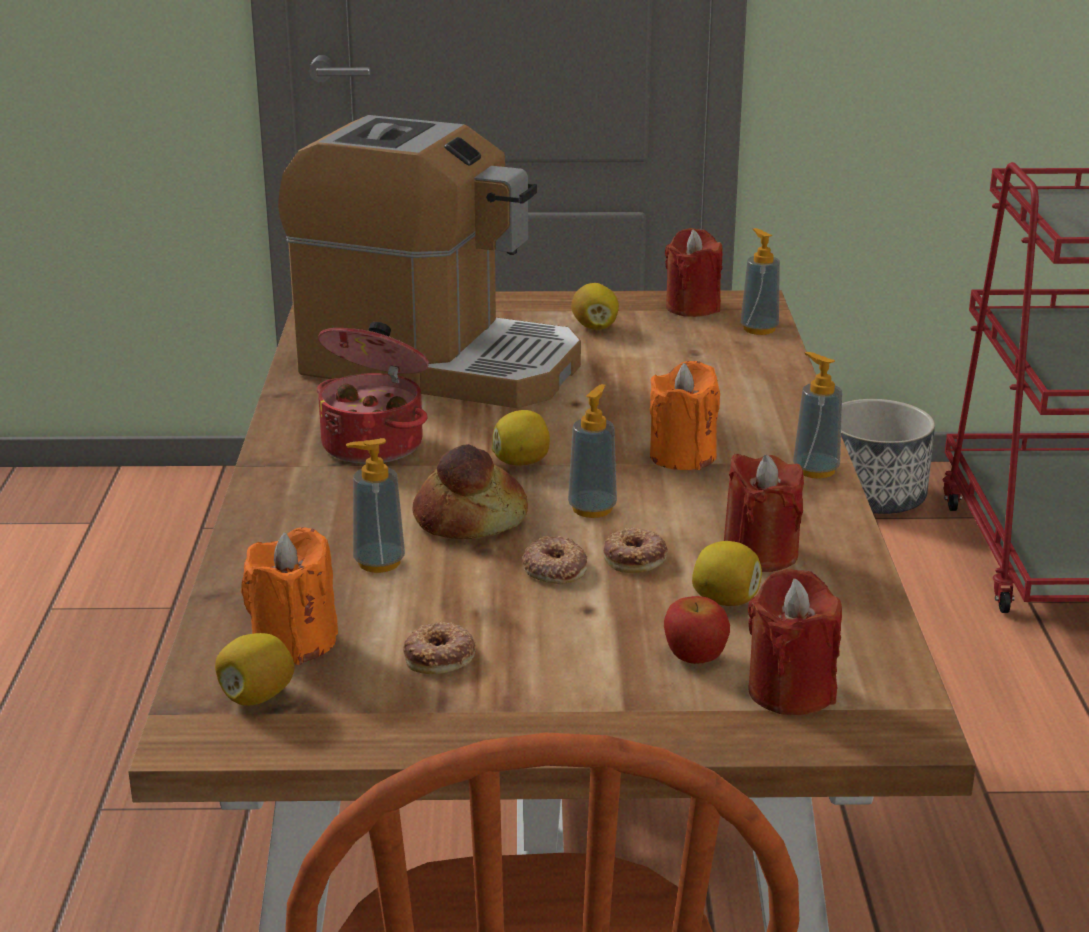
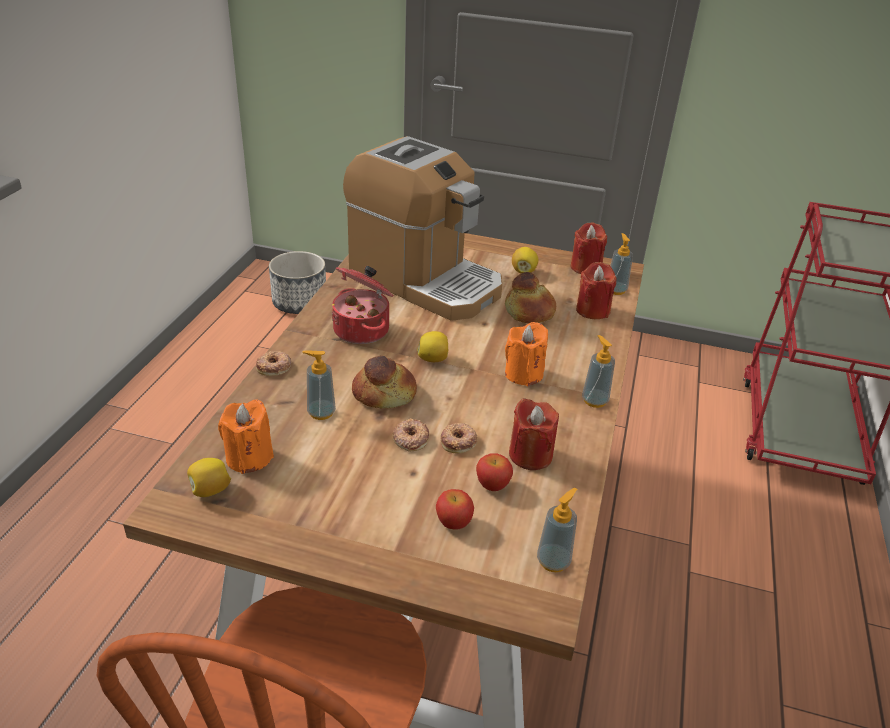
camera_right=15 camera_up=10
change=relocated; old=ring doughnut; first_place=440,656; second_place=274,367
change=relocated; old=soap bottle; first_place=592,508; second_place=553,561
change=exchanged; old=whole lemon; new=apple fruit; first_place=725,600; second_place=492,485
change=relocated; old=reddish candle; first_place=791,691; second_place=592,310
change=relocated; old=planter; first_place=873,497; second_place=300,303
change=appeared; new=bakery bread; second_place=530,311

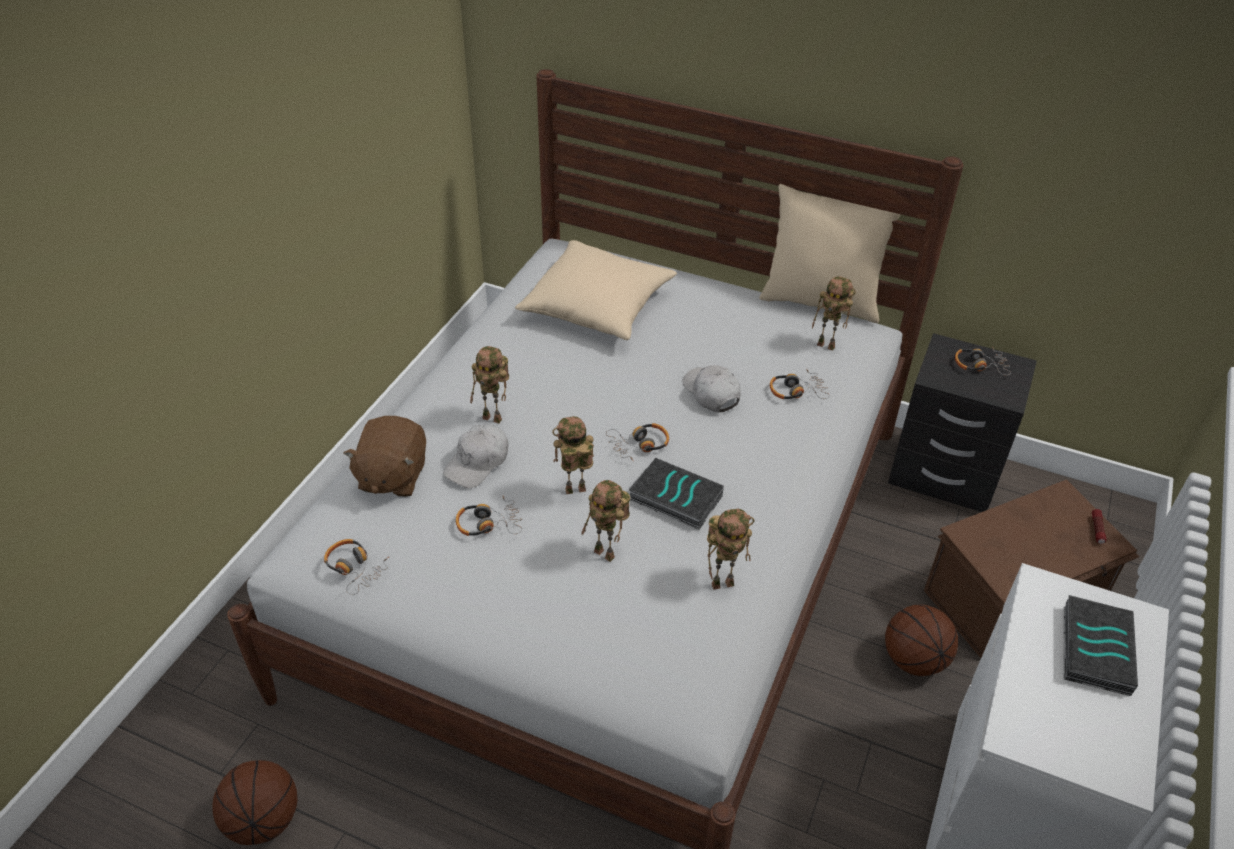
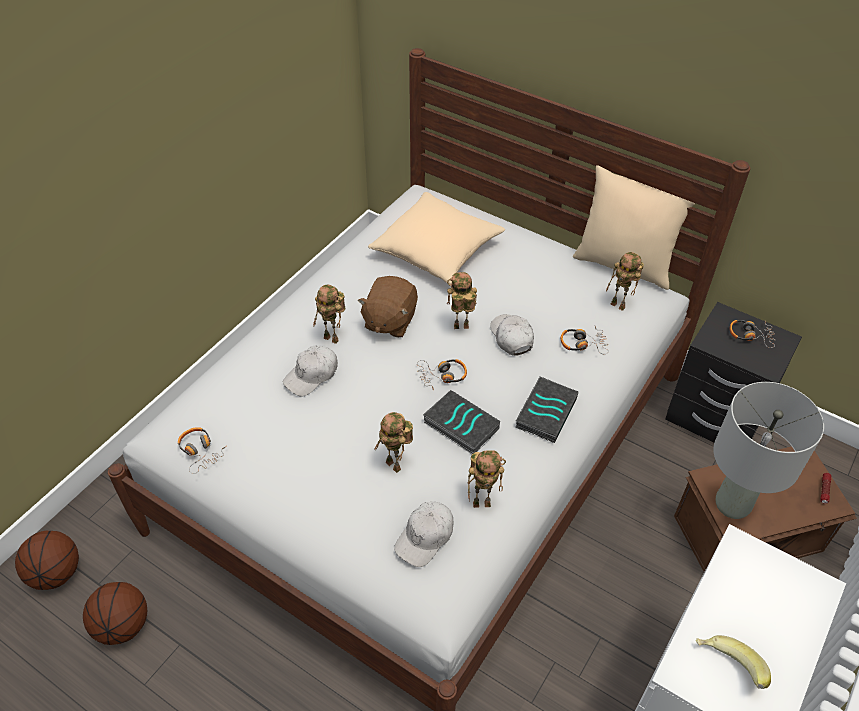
camera_right=10 camera_up=5
change=relocated; old=brown-coloured soft toy; first_place=392,476; second_place=389,321
change=missing; old=headphones; first_place=489,523
change=relocated; old=model robot; first_place=574,492; second_place=460,328
change=relocated; old=basketball; first_place=913,659; second_place=56,573
change=relocated; old=volume; first_place=1093,648; second_place=545,412
change=appeared; new=white cap; second_place=425,537
change=appeared; new=banana; second_place=727,668
change=appeared; new=gray table lamp; second_place=732,504

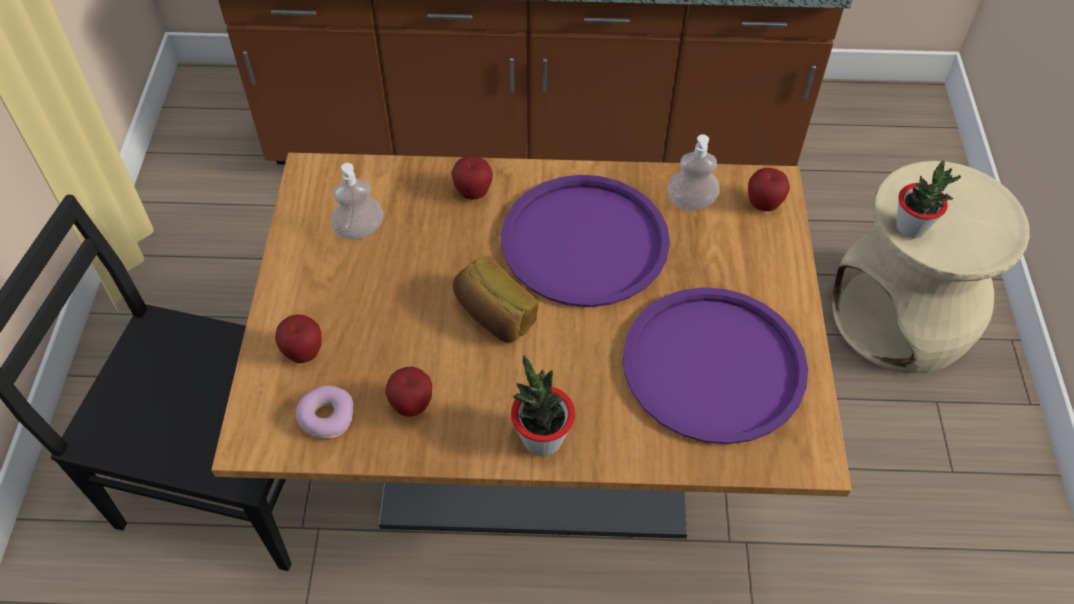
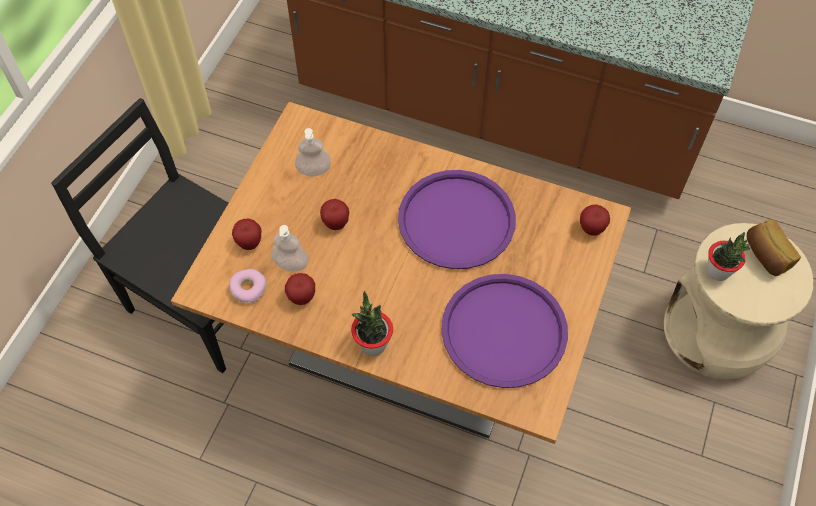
camera_right=20 camera_up=5
change=relocated; old=apple fruit; first_place=473,193; second_place=336,223
change=relocated; old=bakery bread; first_place=494,315; second_place=766,256
change=relocated; old=soap bottle; first_place=691,202; second_place=291,264

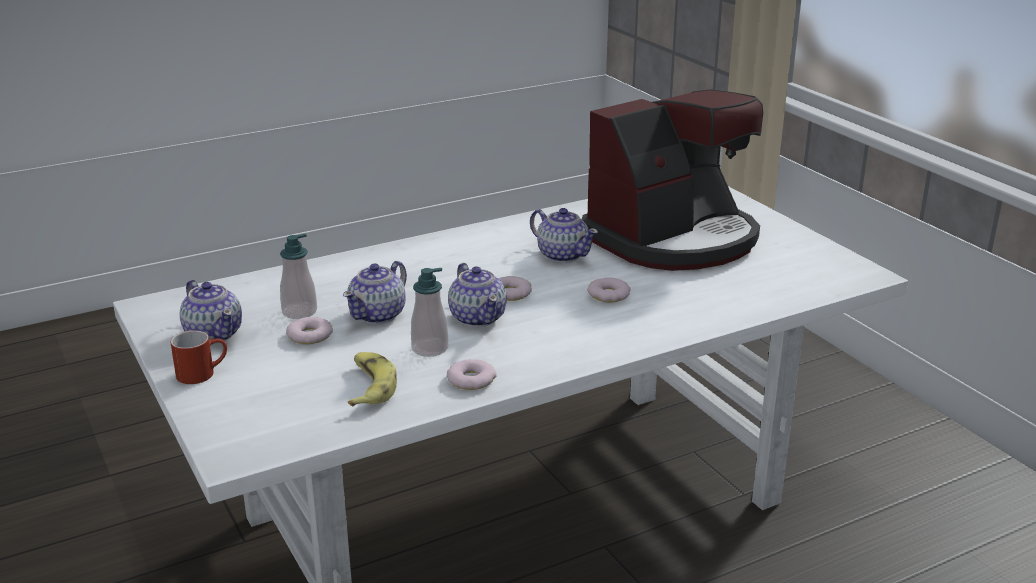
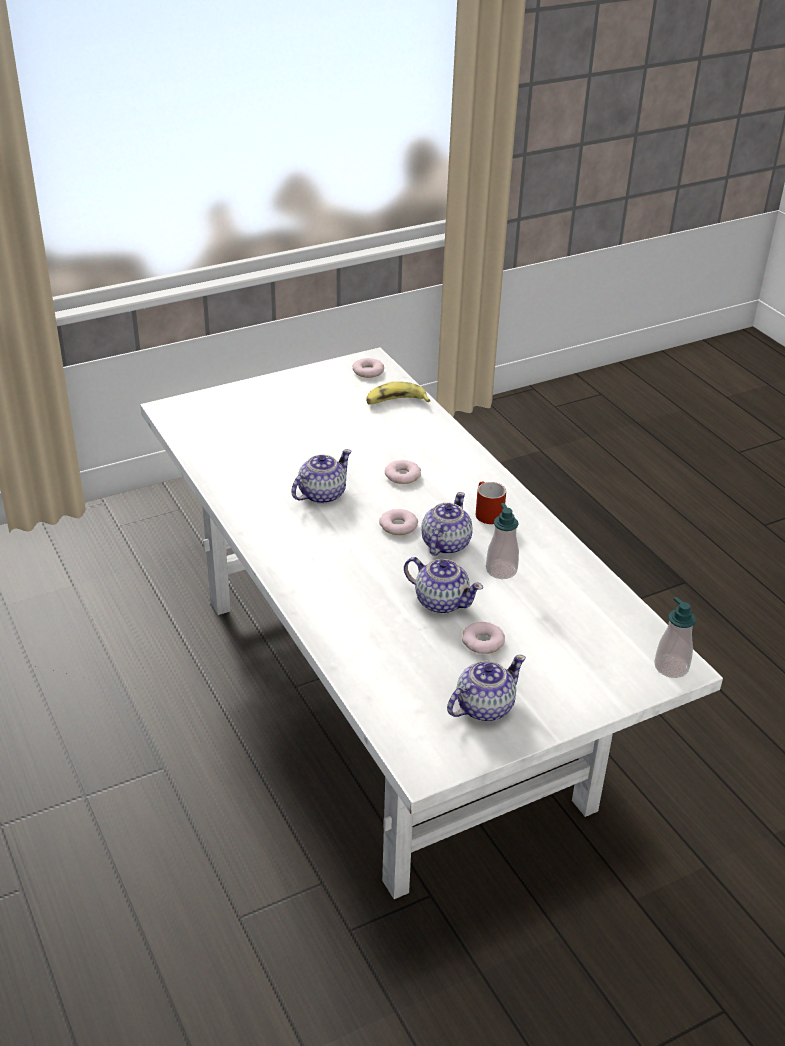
camera_right=-90 camera_up=10
change=relocated; old=reddish tea mug; first_place=202,372; second_place=486,512
change=relocated; old=soap bottle; first_place=299,312; second_place=671,667
change=relocated; old=banana; first_place=369,387; second_place=395,402
change=relocated; old=ring doughnut; first_place=471,379; second_place=368,371
change=spun; old=tea pot; first_place=478,317; second_place=445,544; degrees=-45
change=missing; old=coffee brewer; first_place=674,239

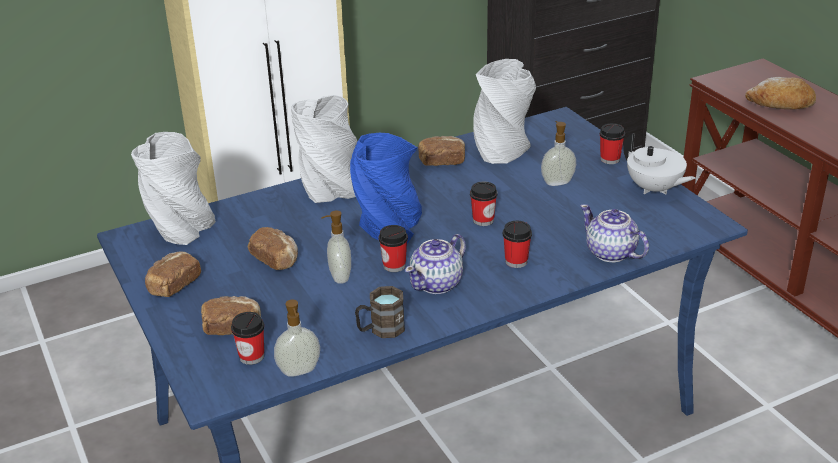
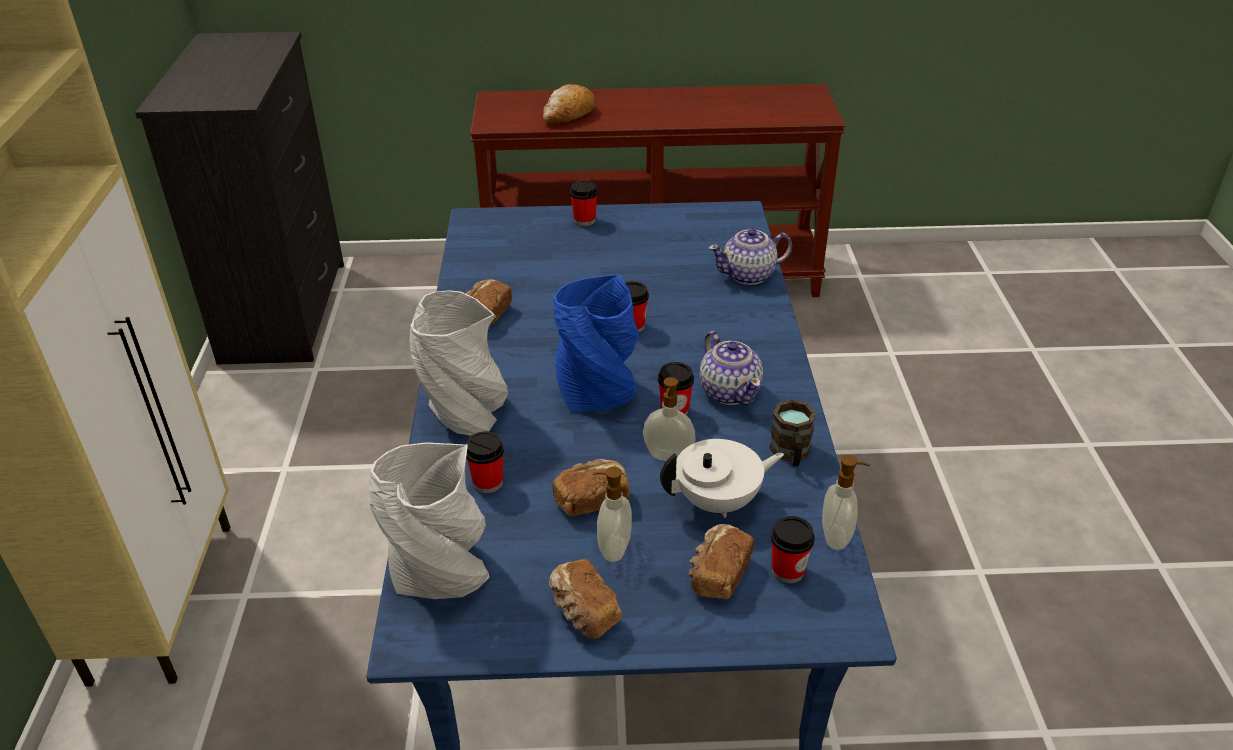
camera_right=-65 camera_up=5
change=missing; old=gray vase; first_place=501,149
change=relocated; old=small cup; first_place=516,261; second_place=488,483
change=relocated; old=soap bottle; first_place=557,182; second_place=613,548
change=relocated; old=white tea pot; first_place=654,189; second_place=719,502

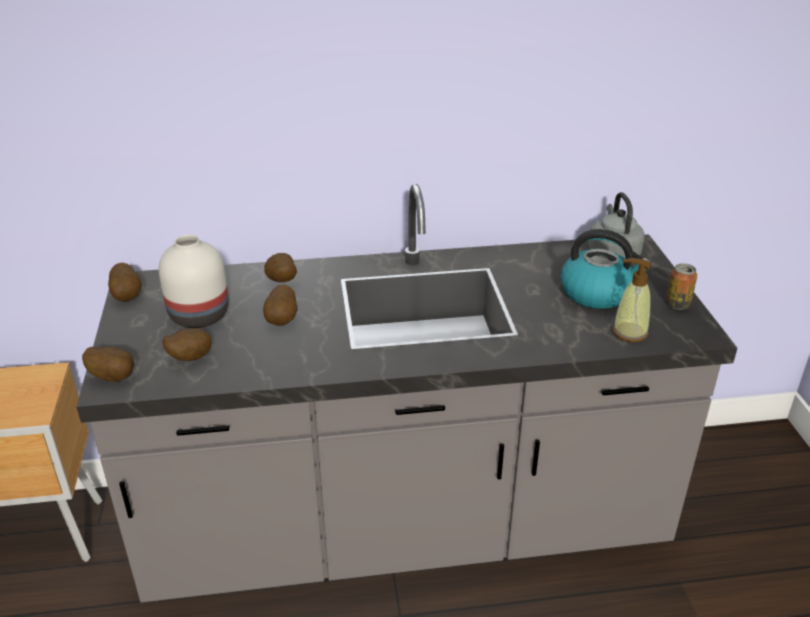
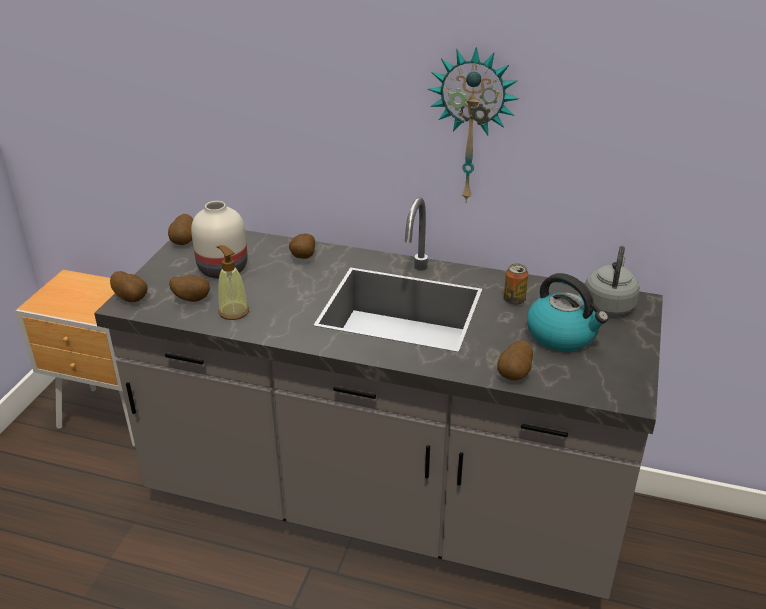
camera_right=25 camera_up=0
change=relocated; old=potato; first_place=283,320; second_place=515,375
change=relocated; old=soap bottle; first_place=629,332; second_place=233,311
change=relocated; old=metal can; first_place=677,304; second_place=514,300
change=appeared; new=hanging clock; second_place=472,126

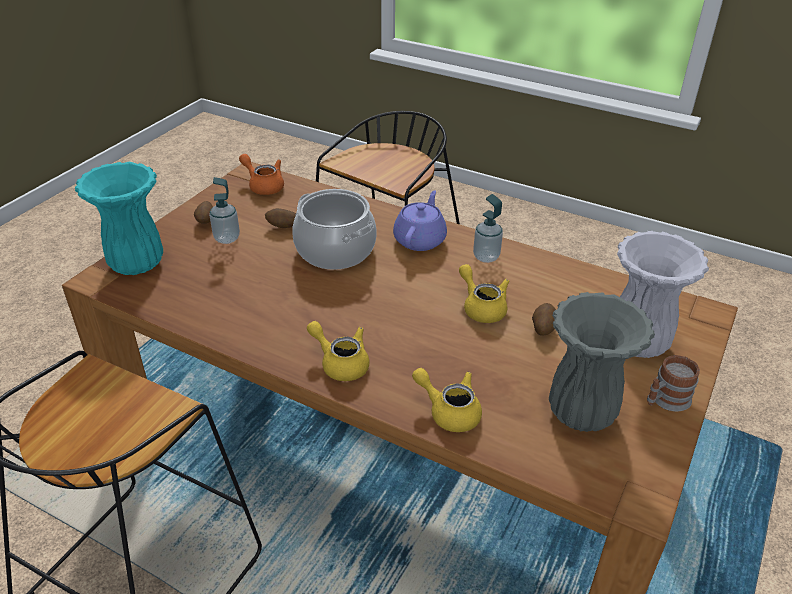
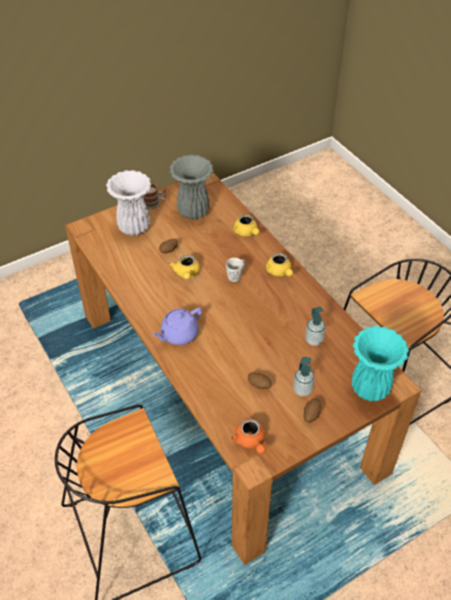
camera_right=-150 camera_up=10
change=missing; old=cooking pot; first_place=334,250
change=relocated; old=soap bottle; first_place=486,257; second_place=314,340
change=appeared; new=white tea mug; second_place=236,276

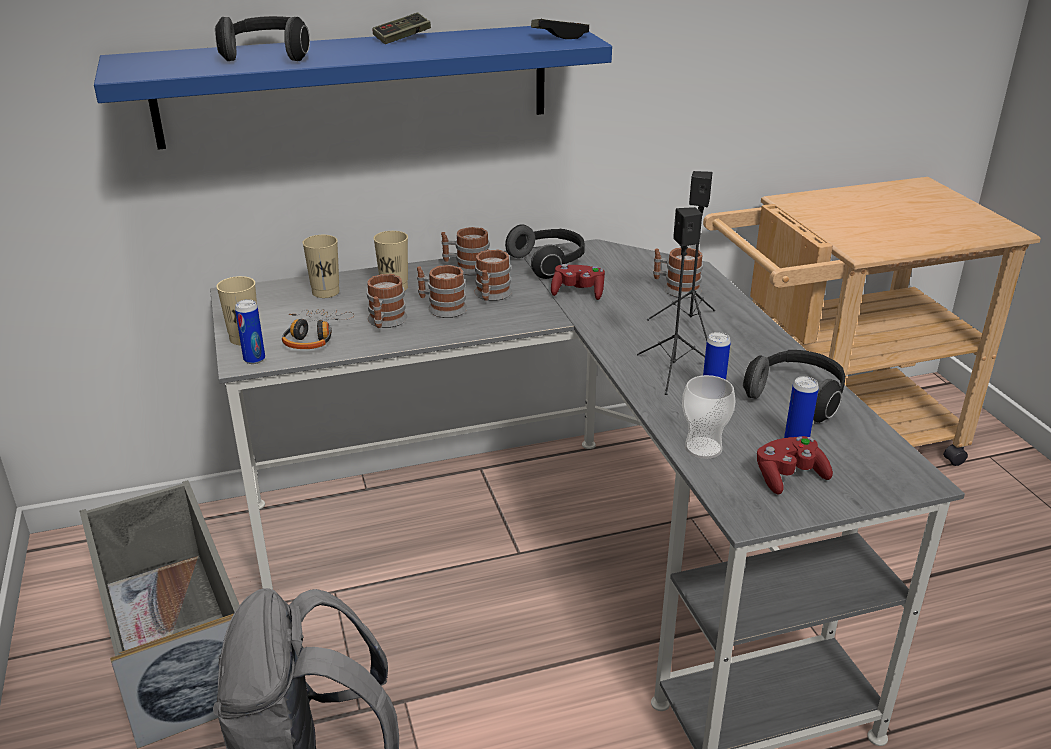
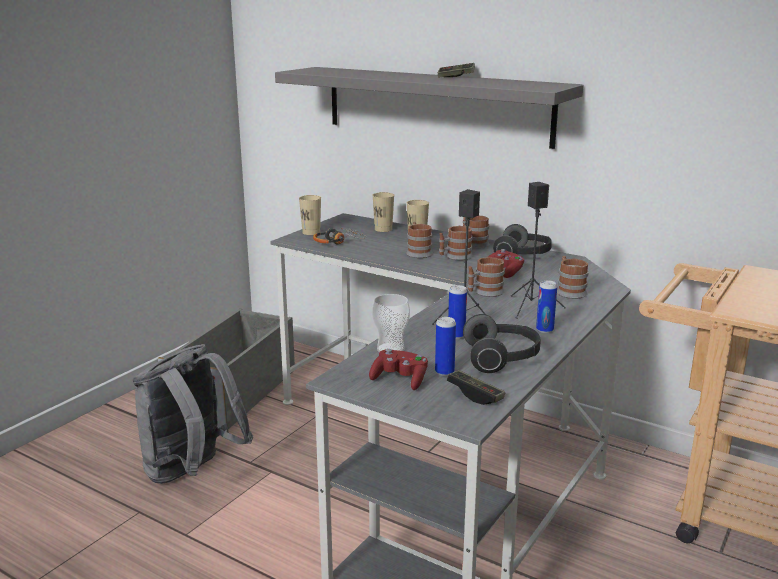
camera_right=50 camera_up=-10
change=colour; old=blue bracket shelf; new=gray bracket shelf; first_place=355,85; second_place=435,105
change=missing; old=headphones; first_place=269,55
change=relocated; old=metal can; first_place=254,359; second_place=544,330
change=relocated; old=tea mug; first_place=385,322; second_place=484,292
change=relocated; old=joypad; first_place=559,36; second_place=475,395

